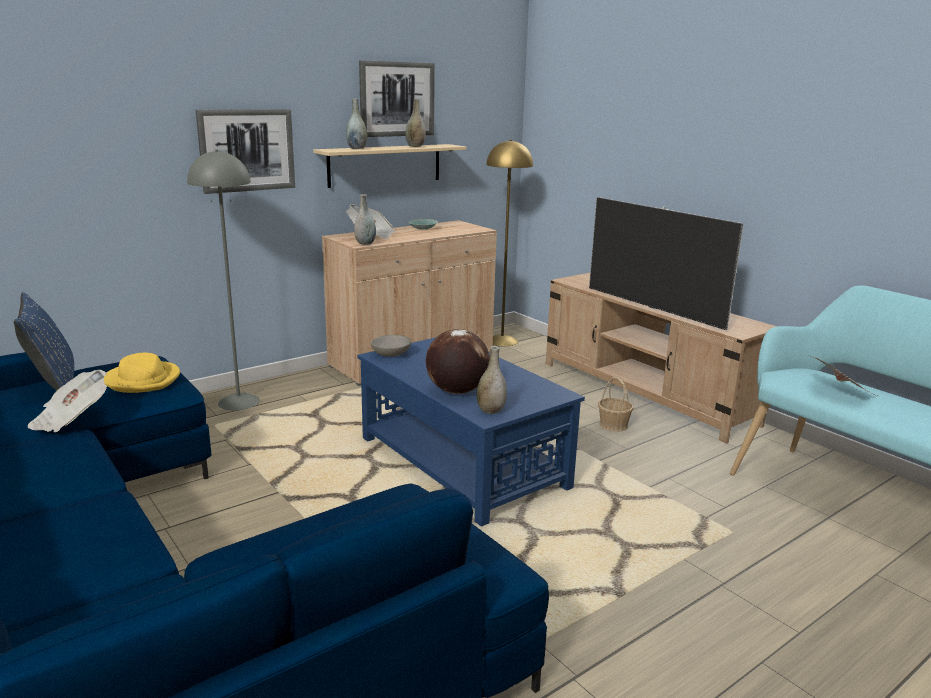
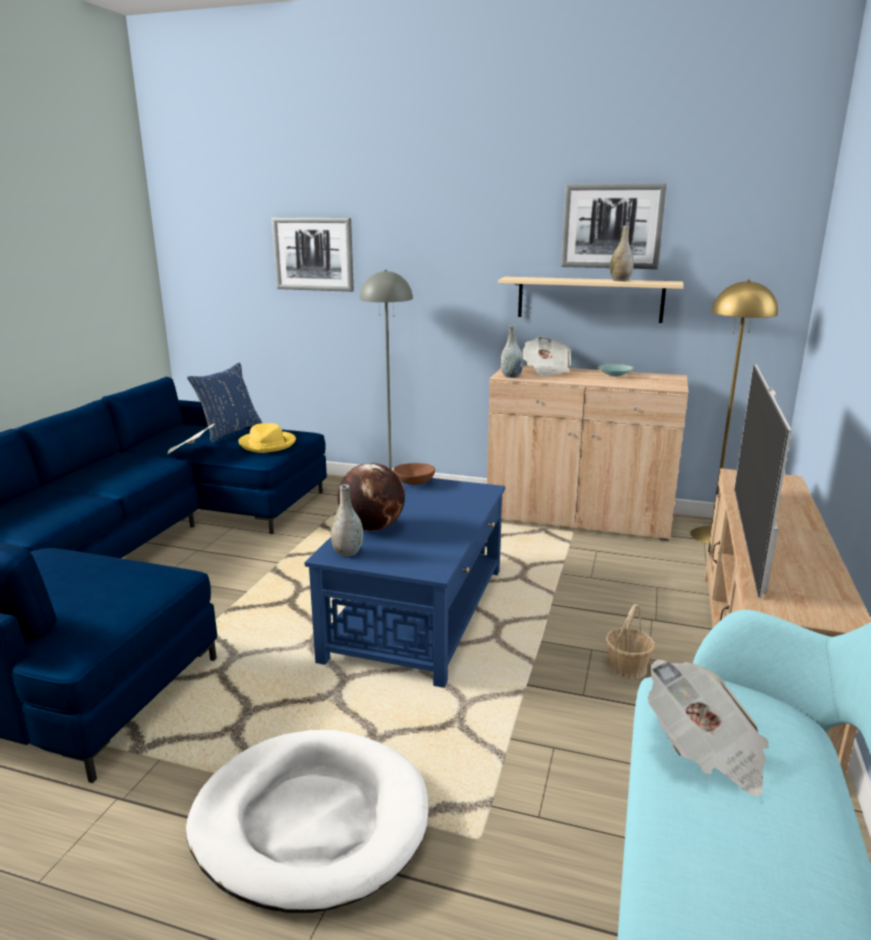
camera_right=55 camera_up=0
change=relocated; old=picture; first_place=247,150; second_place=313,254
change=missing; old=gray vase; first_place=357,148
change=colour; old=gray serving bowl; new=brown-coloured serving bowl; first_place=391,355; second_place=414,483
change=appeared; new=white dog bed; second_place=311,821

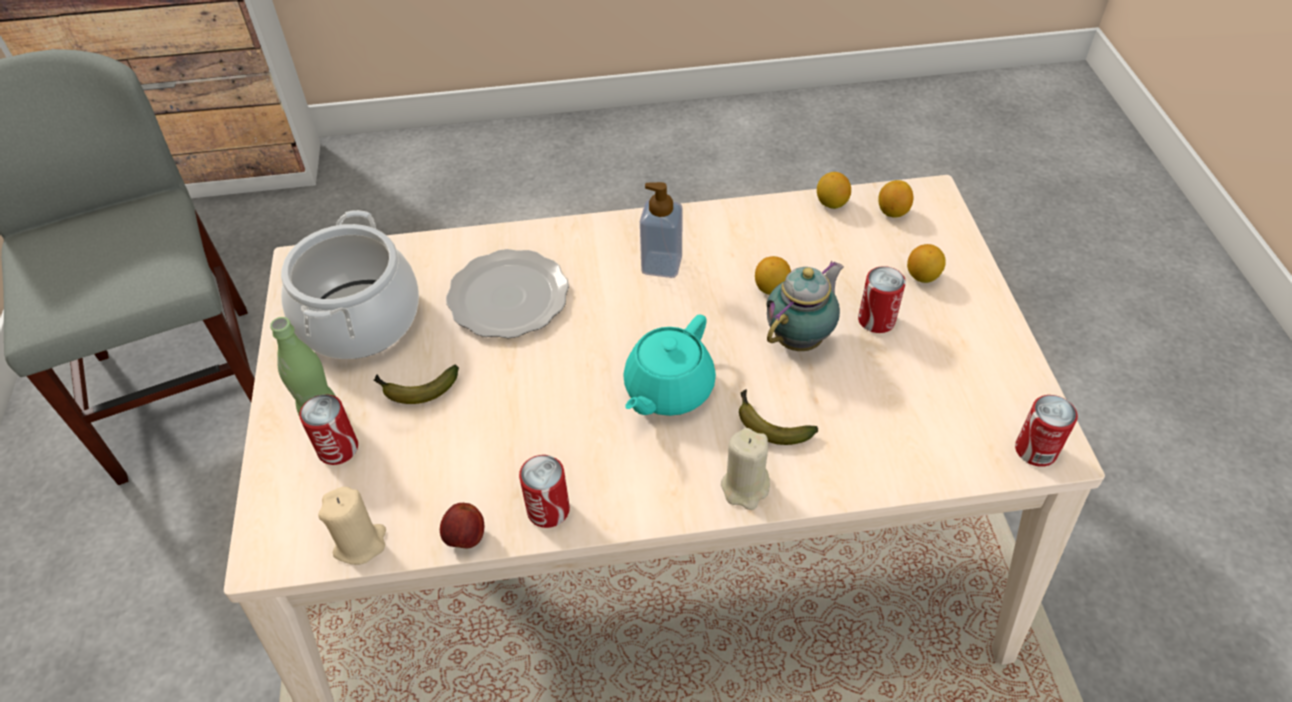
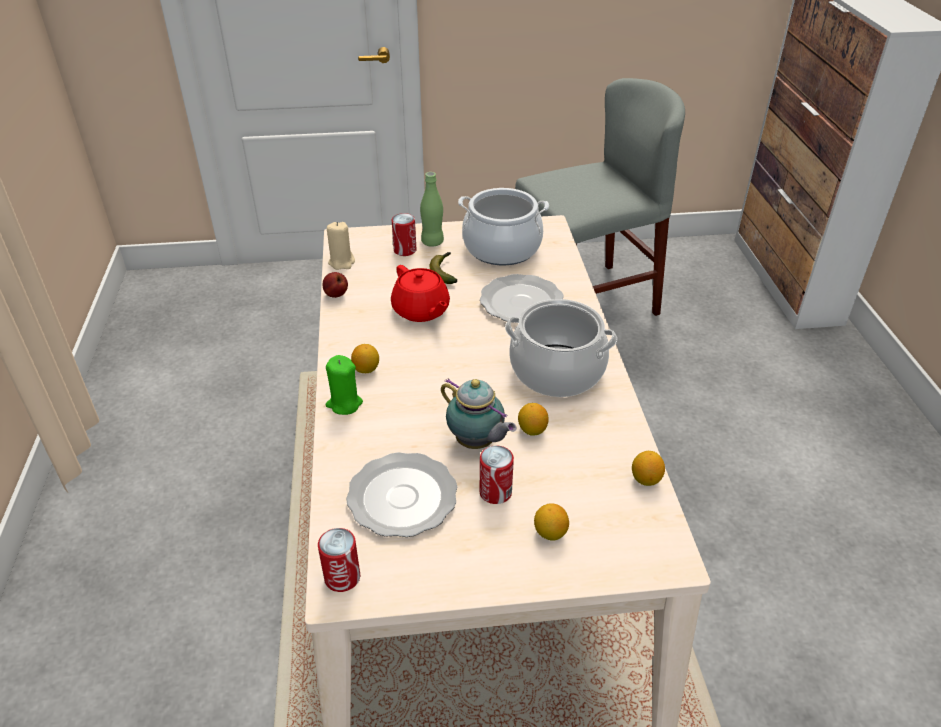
camera_right=90 camera_up=-10
change=missing; old=metal can; first_place=548,509
change=missing; old=turquoise tea pot; first_place=667,390
change=exchanged; old=soap bottle; new=cooking pot; first_place=661,265; second_place=556,371
change=colour; old=beige-coloured candle; new=green candle; first_place=745,487; second_place=344,404
change=missing; old=banana; first_place=769,424
change=relocated; old=whole lemon; first_place=892,212; second_place=366,369
change=appeared; new=dinner plate; second_place=403,498
change=appeared; new=reddish tea pot; second_place=421,311

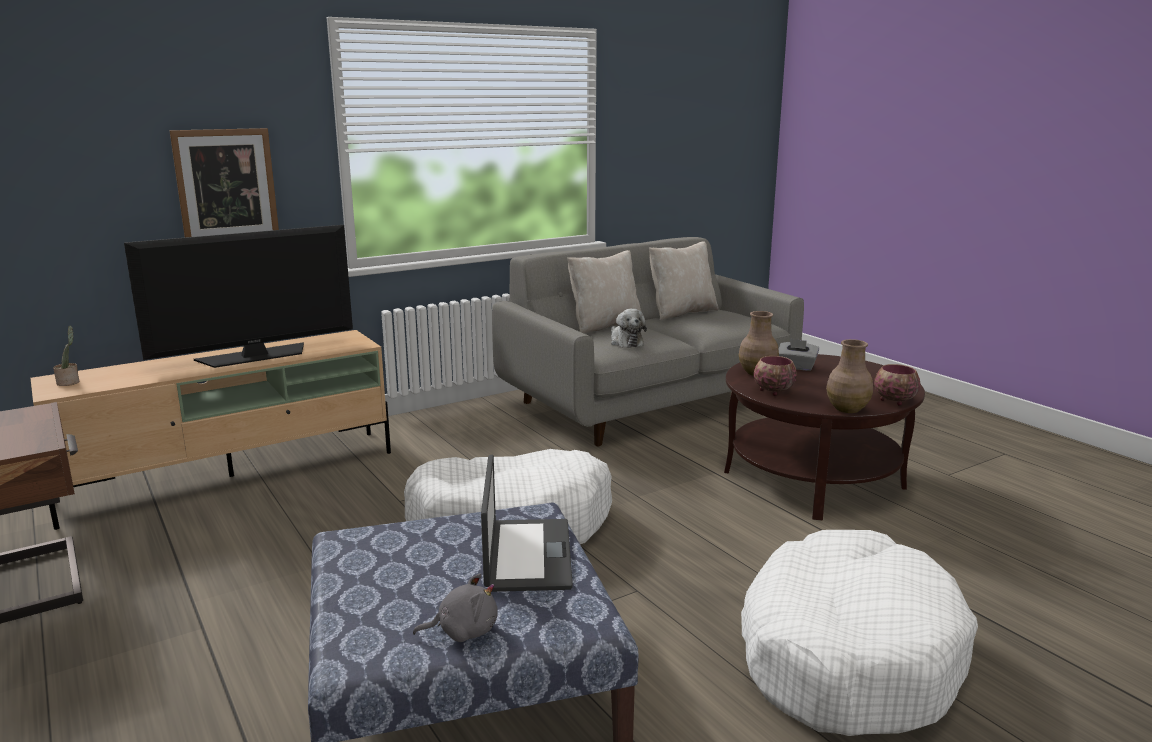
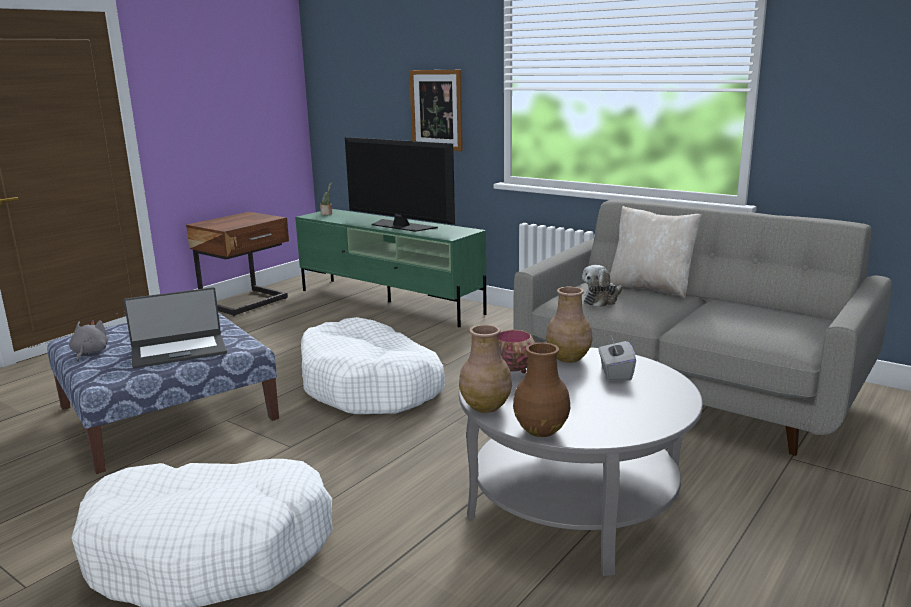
camera_right=70 camera_up=0
change=colour; old=beige-coloured tv stand; new=green tv stand; first_place=233,475; second_place=390,302
change=spun; old=gray soft toy; first_place=463,631; second_place=89,353; degrees=-150
change=missing; old=beige-coloured cushion; first_place=681,313
change=colour; old=brown-coloured lounge table; new=gray lounge table; first_place=813,479; second_place=574,505
change=exchanged; old=serving bowl; new=brown-coloured vase; first_place=893,400; second_place=540,430

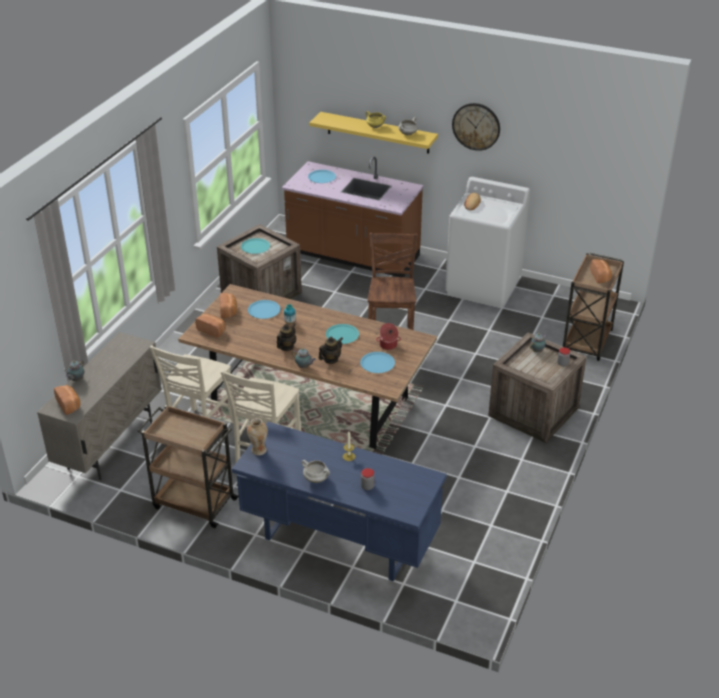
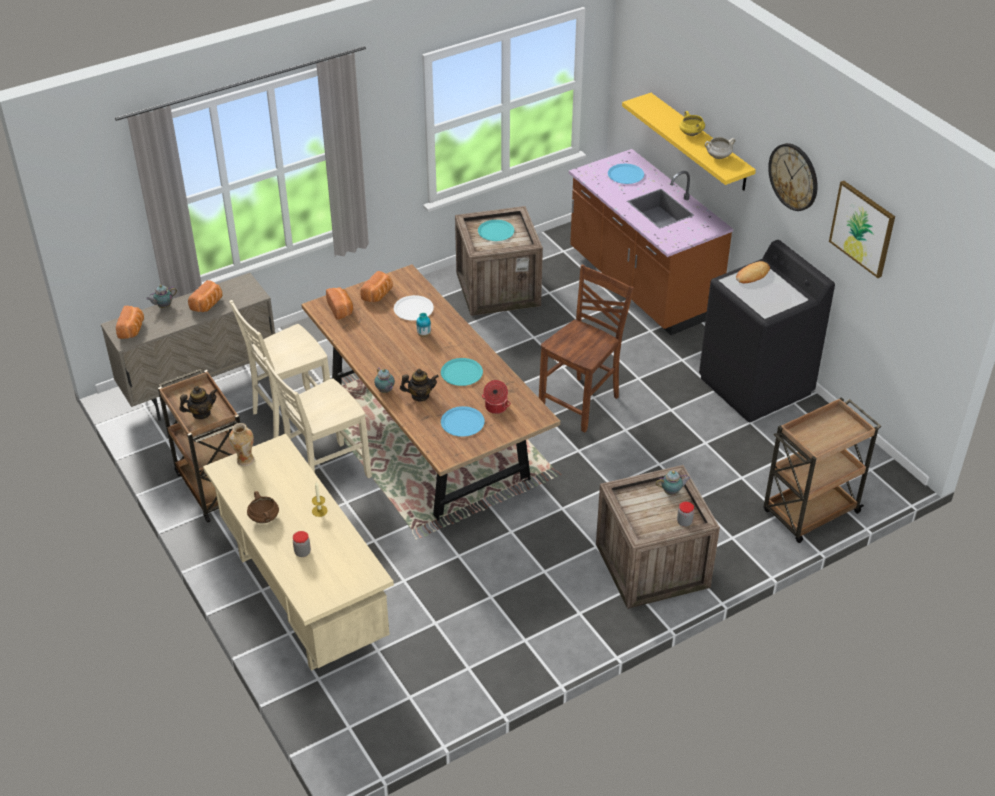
camera_right=35 camera_up=5
change=colour; old=blue desk table; new=beige-coloured desk table; first_place=338,540; second_place=303,598
change=colour; old=blue dinner plate; new=white dinner plate; first_place=264,310; second_place=413,309
change=relocated; old=tea pot; first_place=286,347; second_place=201,413
change=colour; old=white cooking pot; new=brown-coloured cooking pot; first_place=316,479; second_place=264,518
change=colour; old=white laundry appliance; new=black-coloured laundry appliance; first_place=483,286; second_place=755,386
change=relocated; old=bakery bread; first_place=601,277; second_place=208,305
change=appeared; new=picture; second_place=862,228

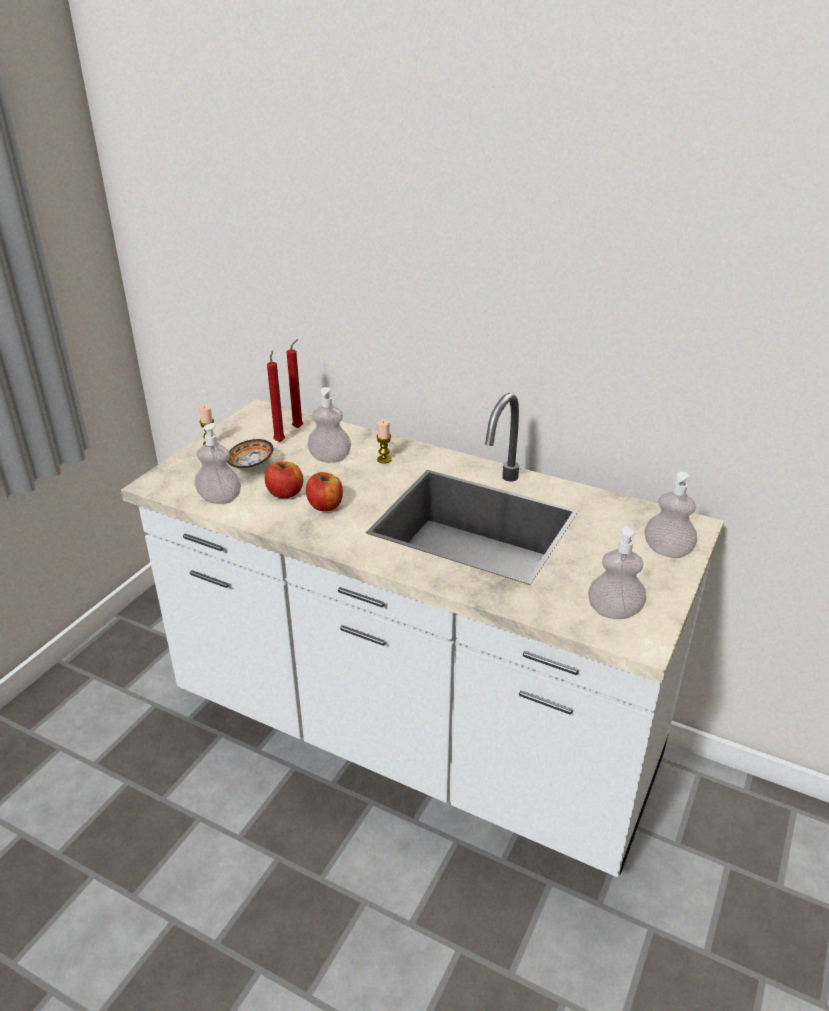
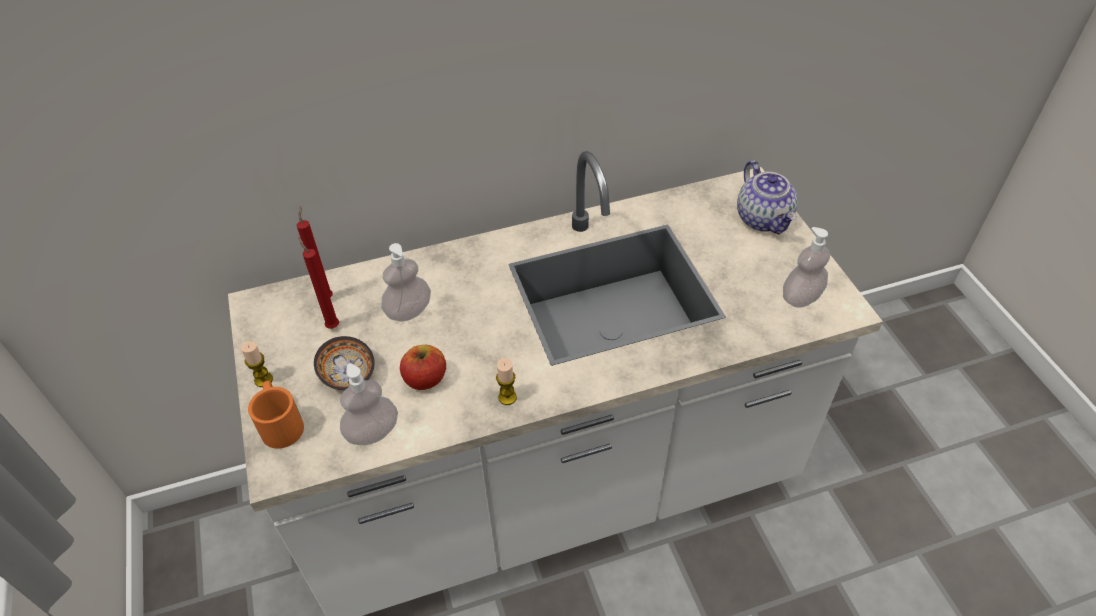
camera_right=-45 camera_up=15
change=missing; old=apple fruit; first_place=325,506
change=relocated; old=candle; first_place=384,459; second_place=507,397
change=exchanged; old=soap bottle; new=tea pot; first_place=667,550; second_place=764,219
change=appeared; new=orange-coloured tea mug; second_place=280,422

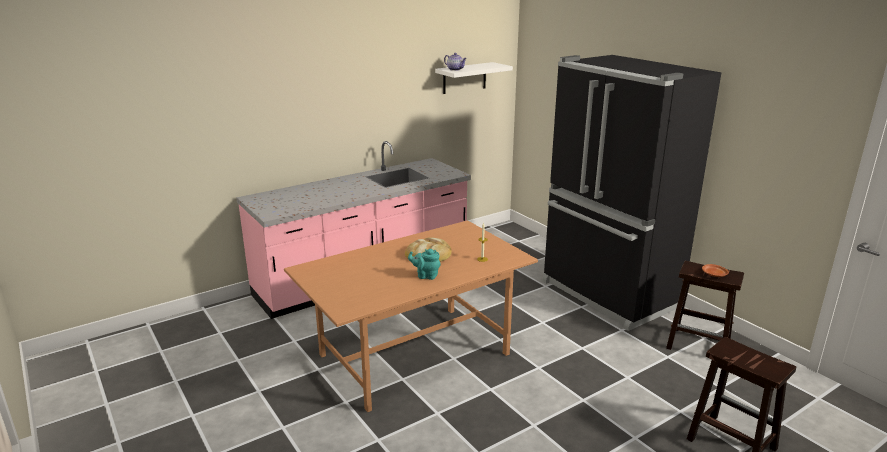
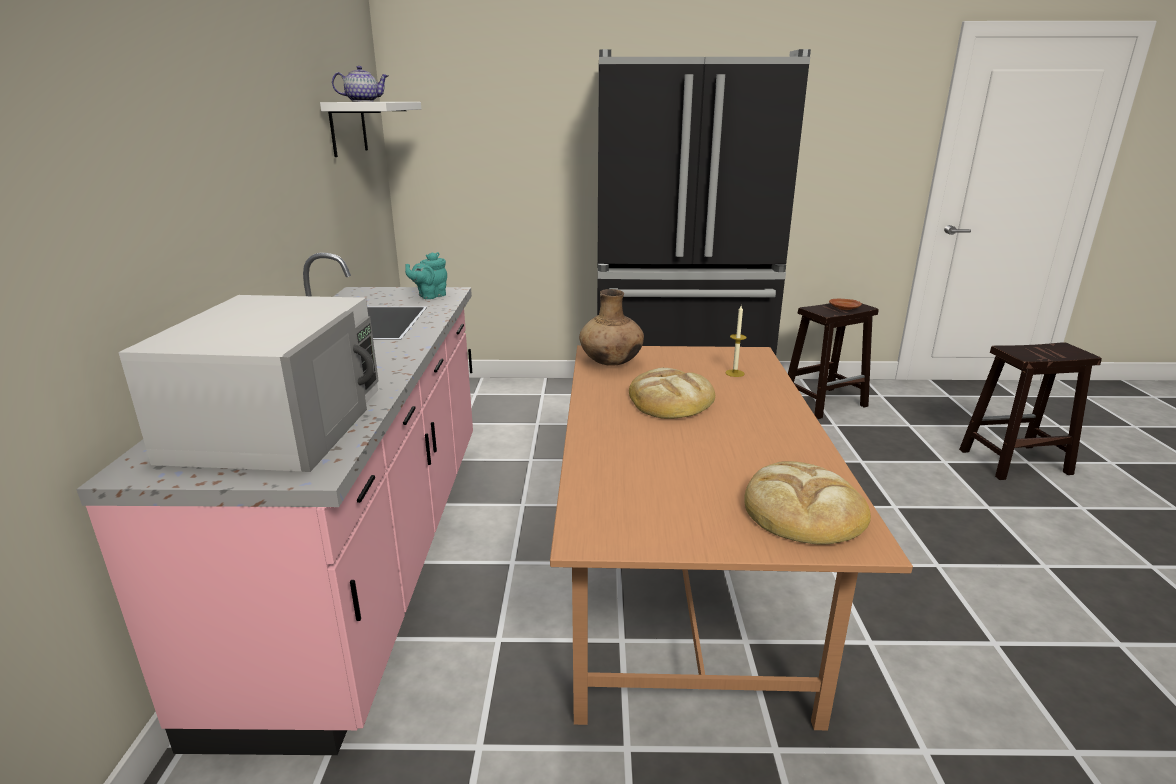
camera_right=-55 camera_up=0
change=relocated; old=turquoise tea pot; first_place=426,276; second_place=430,296
change=appeared; new=white microwave oven; second_place=280,423
change=appeared; new=brown-coloured vase; second_place=611,363
change=appeared; new=bakery bread; second_place=802,510

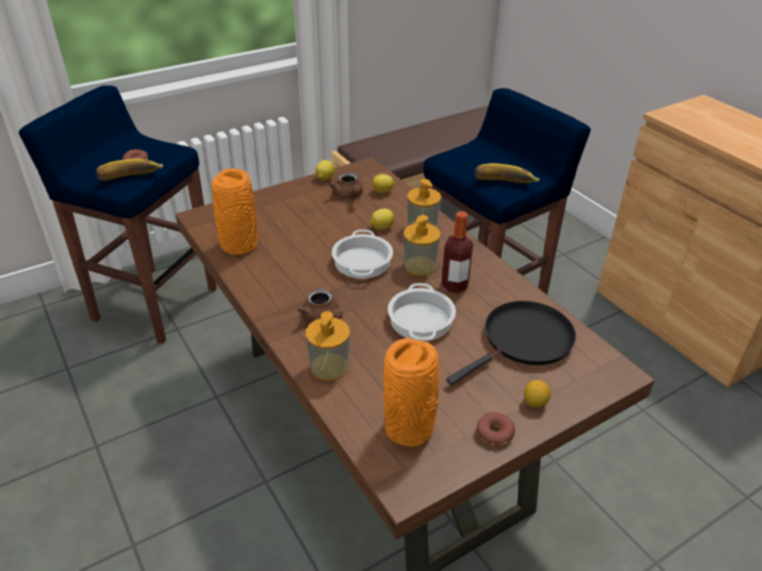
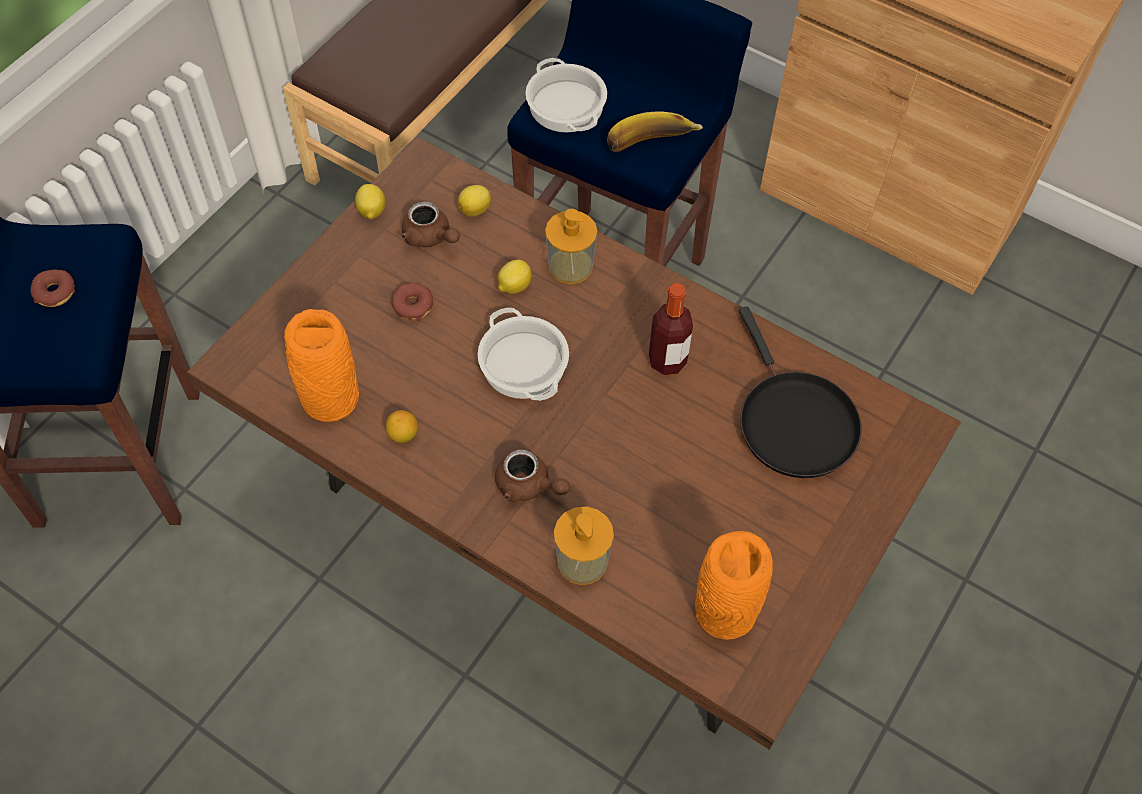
camera_right=-25 camera_up=20
change=missing; old=banana; first_place=131,180
change=relocated; old=cooking pot; first_place=420,320; second_place=565,105
change=missing; old=soap bottle; first_place=420,266
change=spun; old=black-coloured frying pan; first_place=523,341; second_place=793,422; degrees=135
change=relocated; old=ring doughnut; first_place=495,433; second_place=413,305
change=relocated; old=whole lemon; first_place=535,403; second_place=403,434

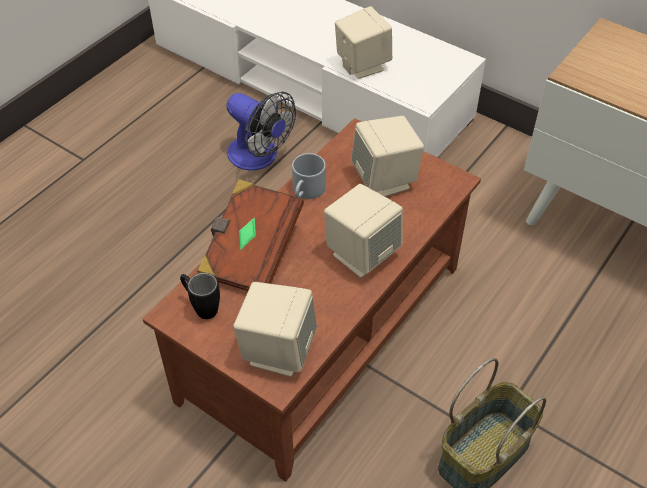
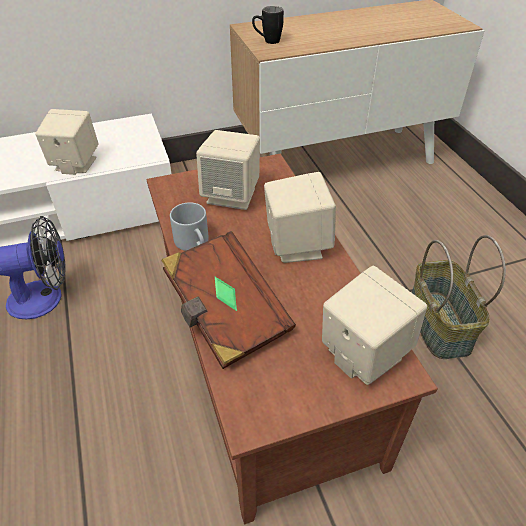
camera_right=-55 camera_up=-5
change=relocated; old=black-coloured tea mug; first_place=201,307; second_place=267,41

